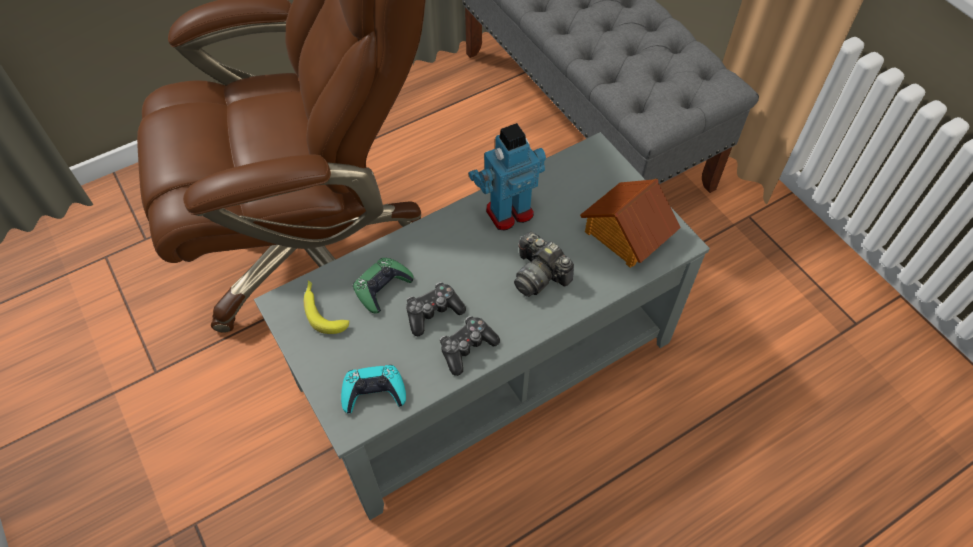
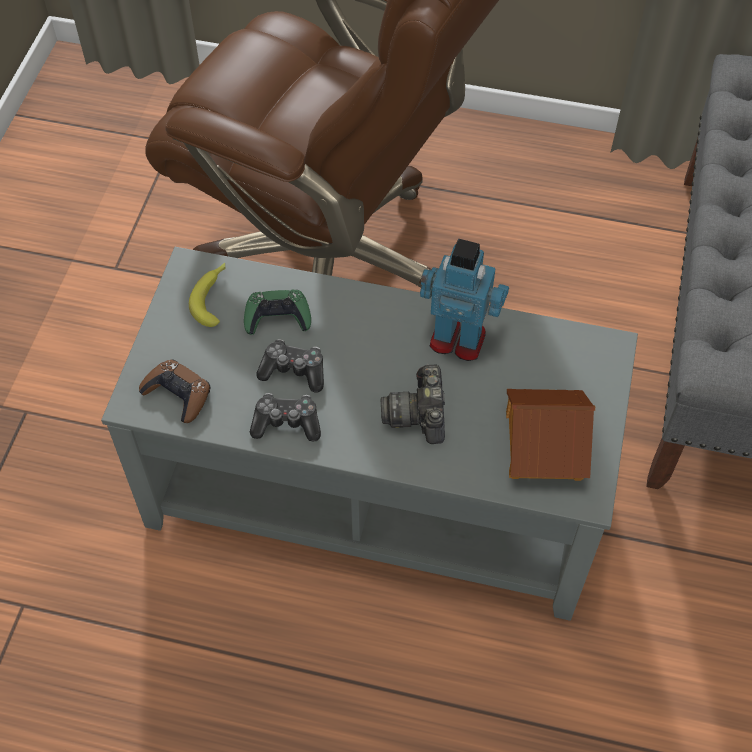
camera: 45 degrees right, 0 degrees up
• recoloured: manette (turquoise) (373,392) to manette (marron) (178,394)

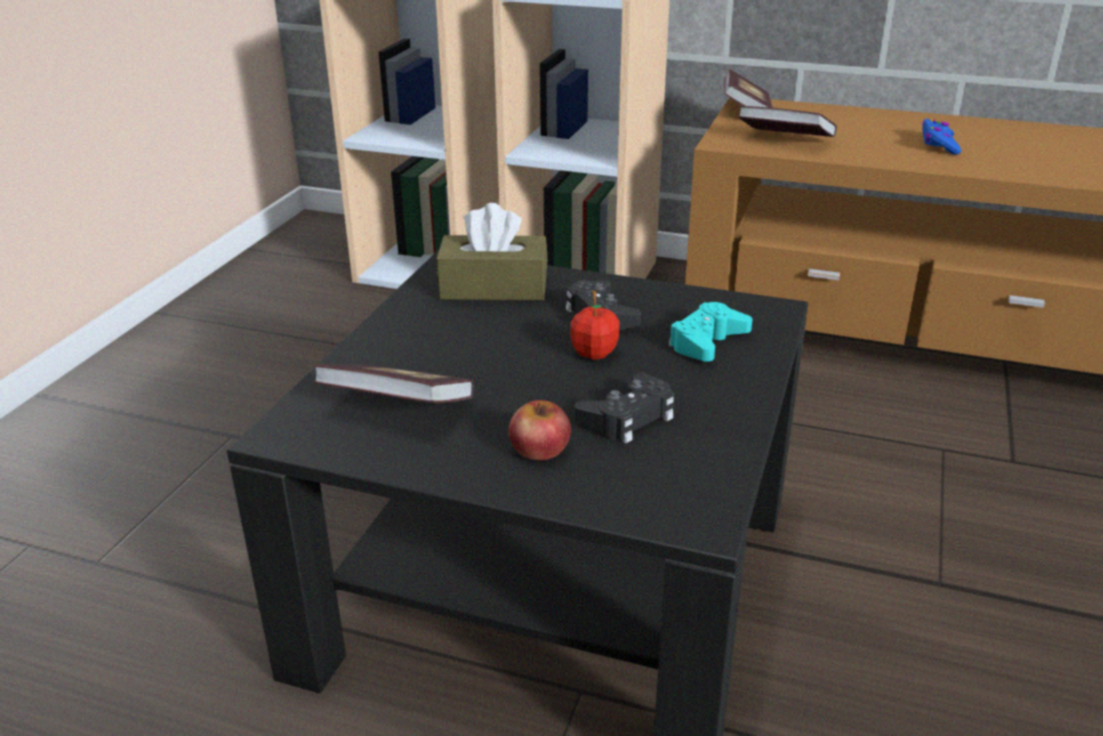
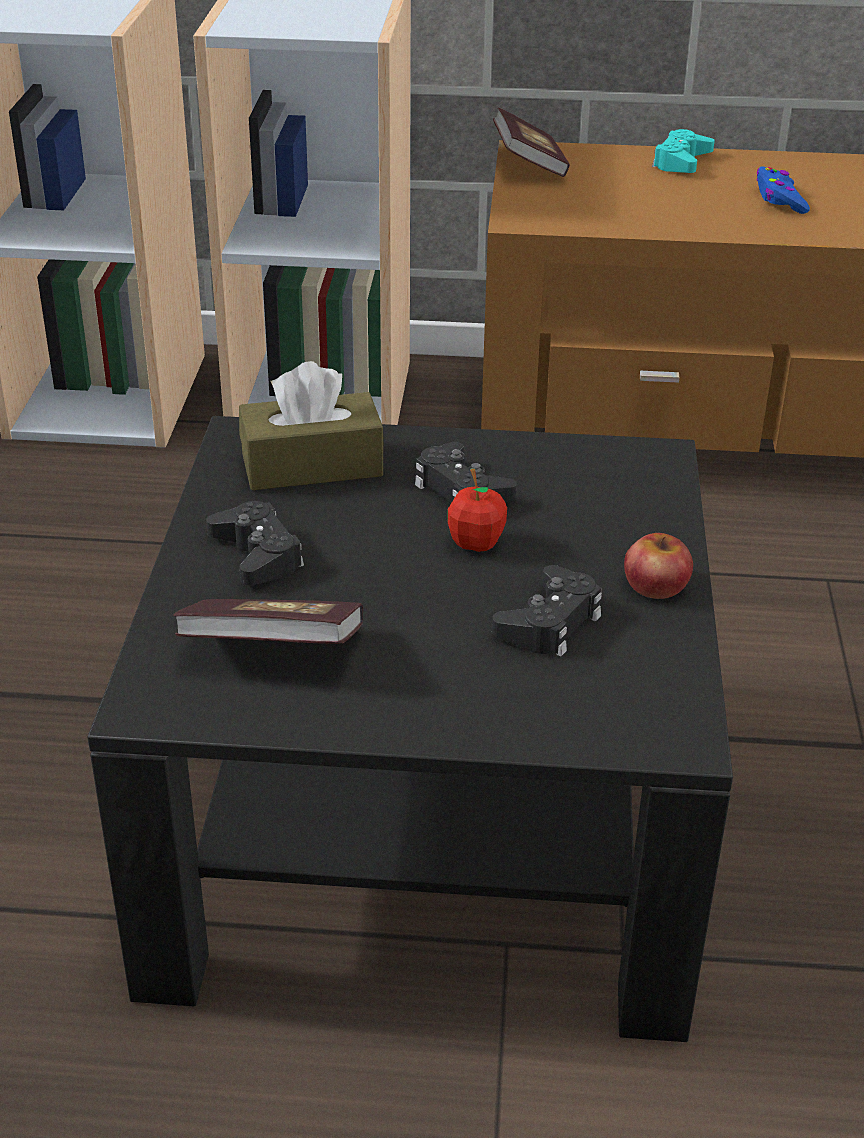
camera: 15 degrees left, 5 degrees up
• removed: livre (785,141)
• added: manette (noir) (257,554)
• moved: pomme (540,448) to (656,585)
• moved: manette (turquoise) (707,342) to (681,162)

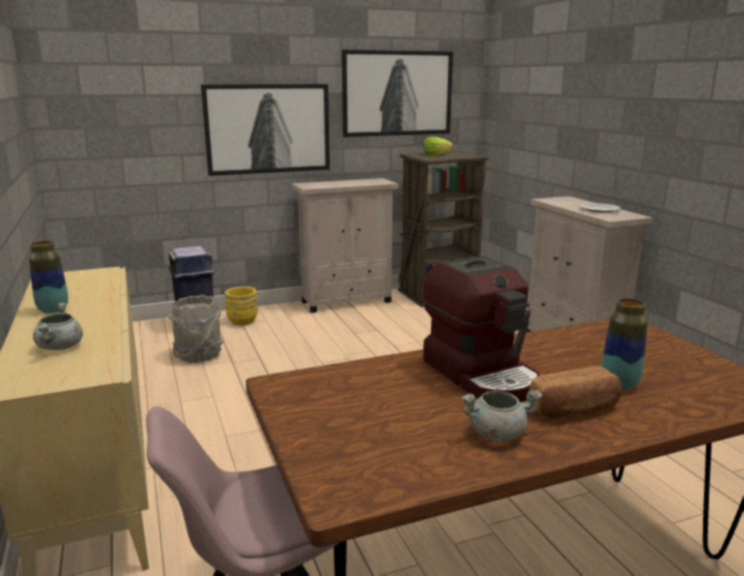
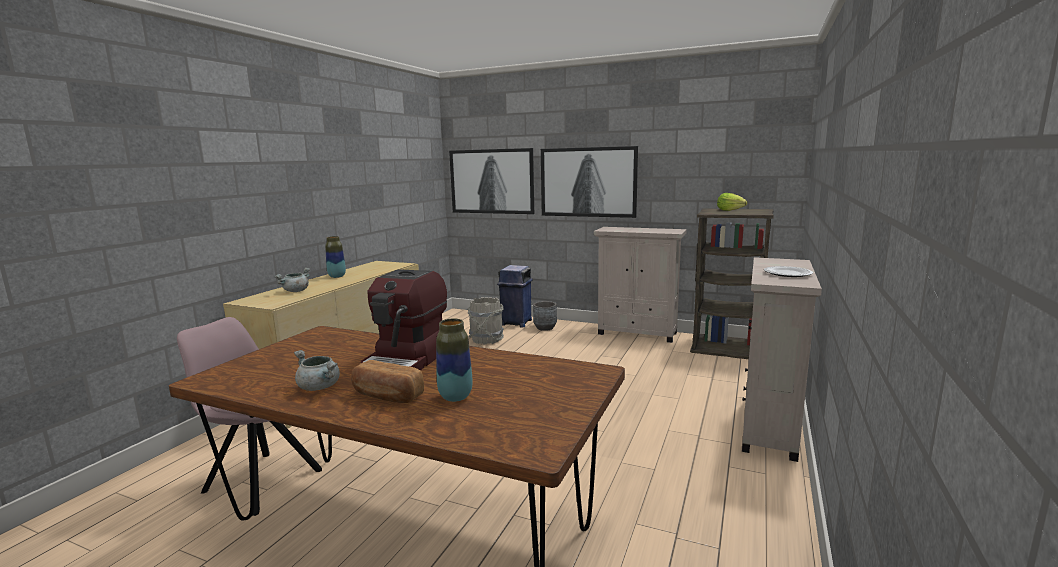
camera: 45 degrees right, 5 degrees down
• moved: tableau (397,93) to (491,181)
• recoloured: cache-pot (jaune) (242,321) to cache-pot (gris) (545,328)

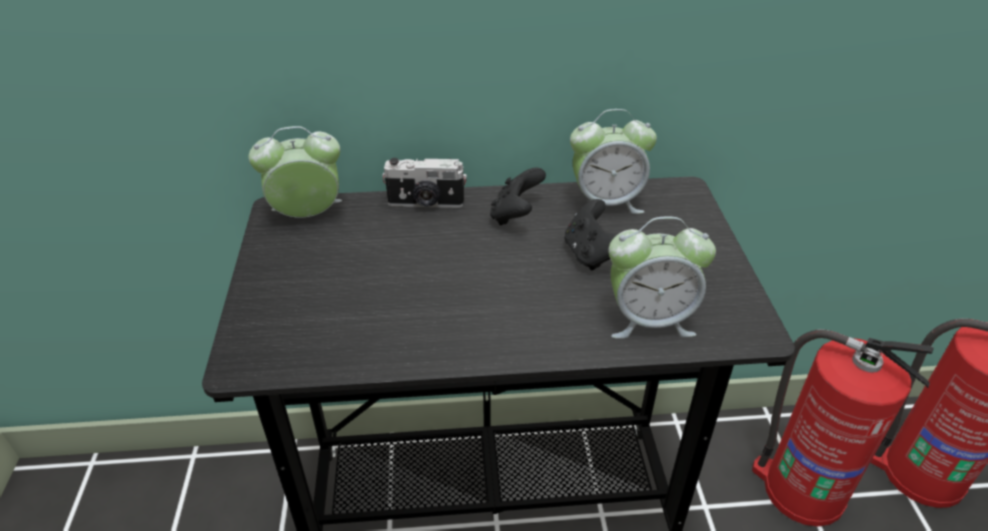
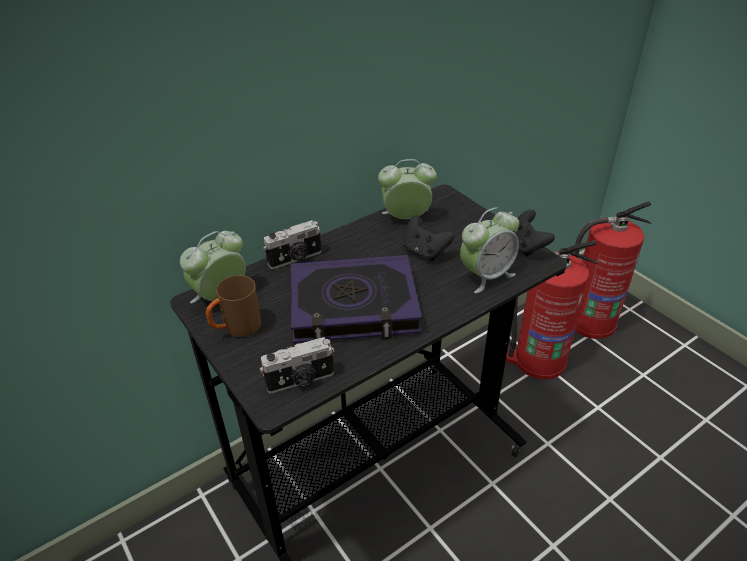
camera: 30 degrees left, 0 degrees up
• added: mug (marron) (236,329)
• added: appareil photo (301,380)
• added: livre (353,307)
• moved: manette (noir) (516,215) to (526,246)
• turned: réveil (606,203) = (406,218) 150 degrees counterclockwise

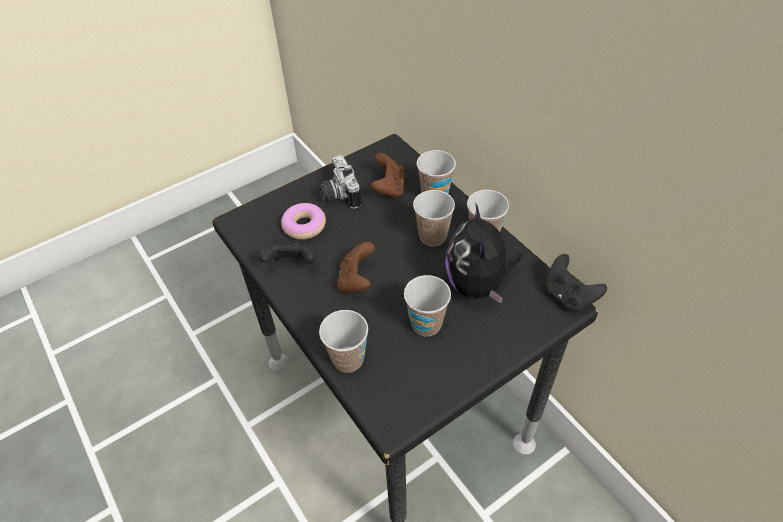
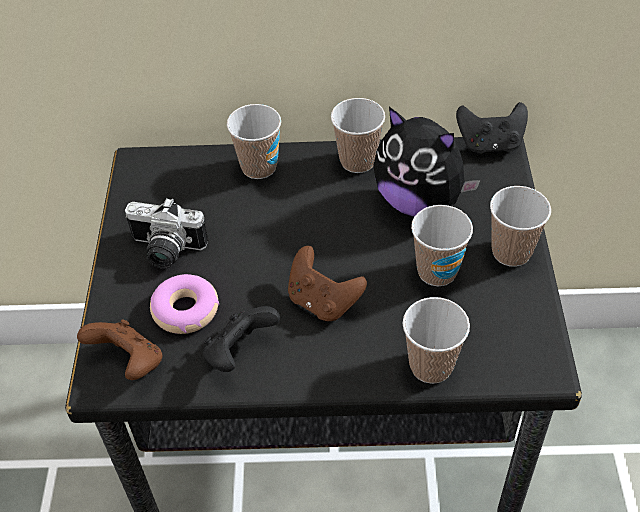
camera: 55 degrees left, 0 degrees up
• moved: manette (marron) (389,188) to (129,362)
• moved: tasse (432,236) to (511,252)

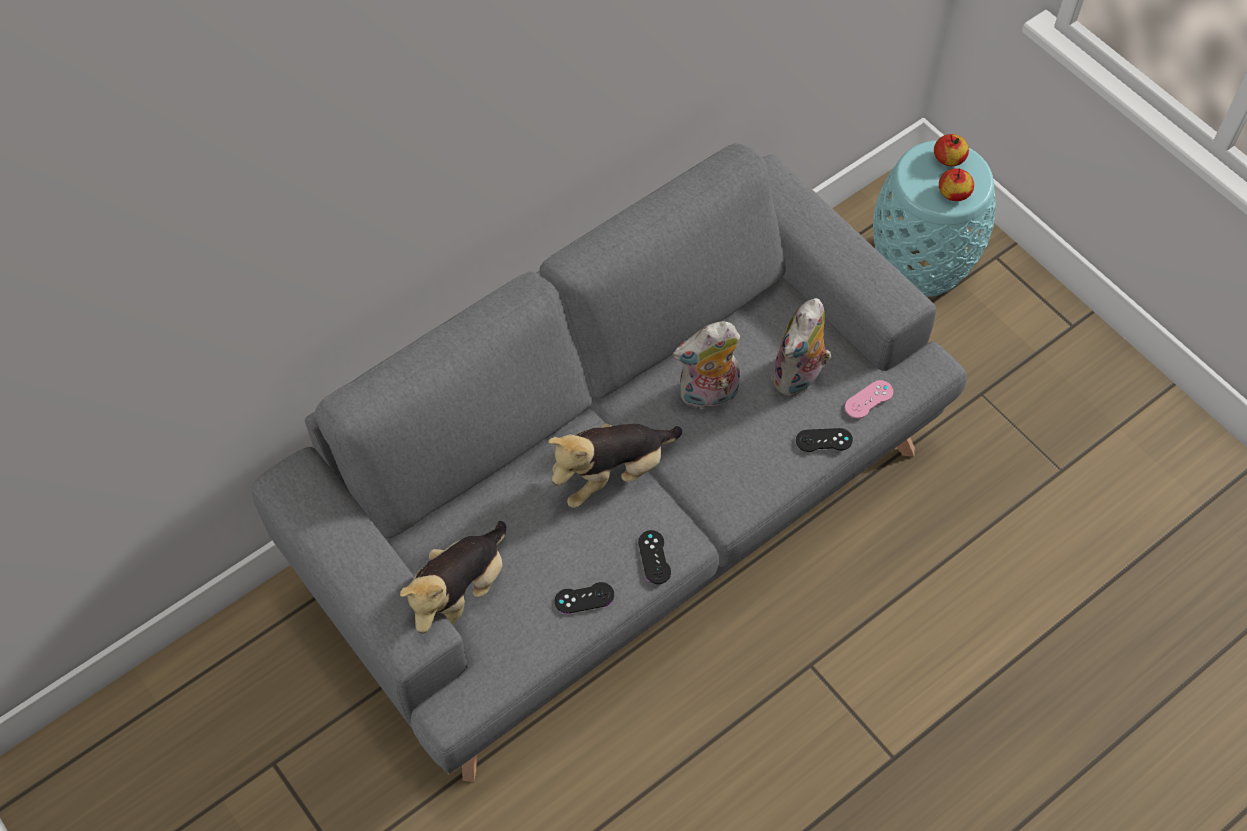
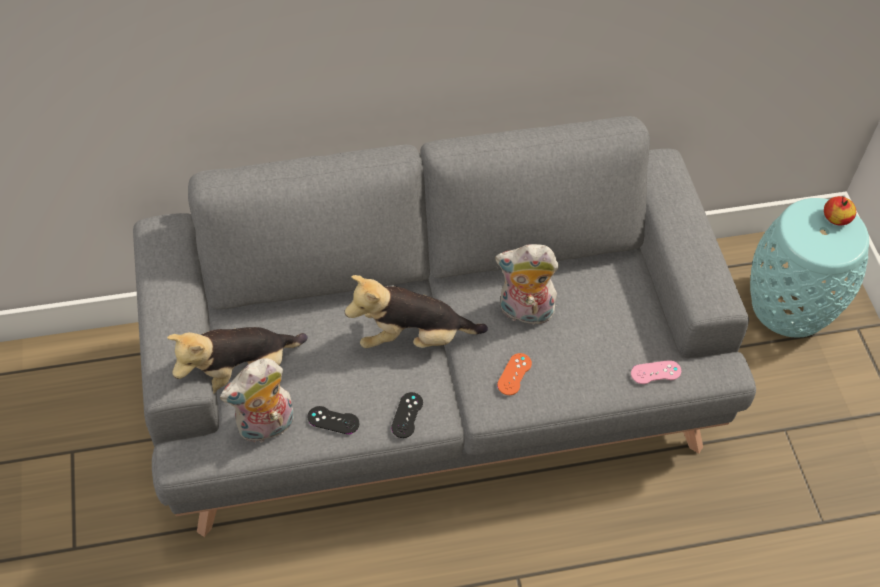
camera: 25 degrees right, 5 degrees down
• removed: manette (noir) (824,440)
• removed: pomme (954,193)
• added: manette (orange) (514,374)
• moved: peluche (799,378) to (266,428)

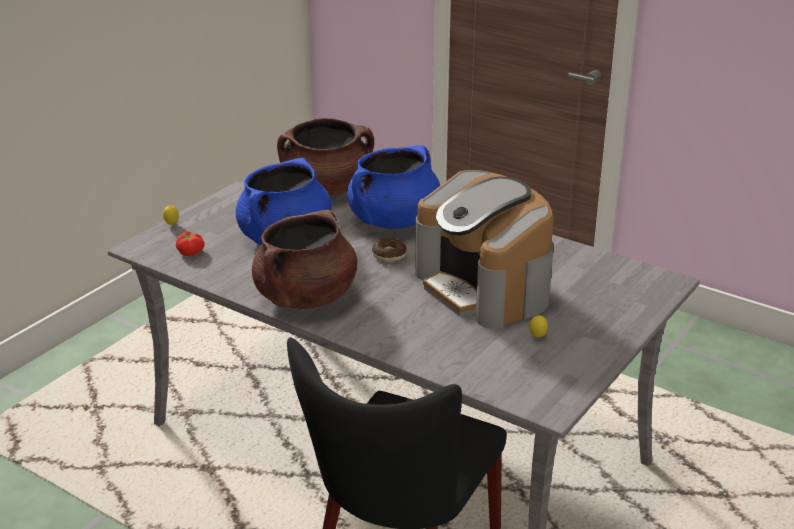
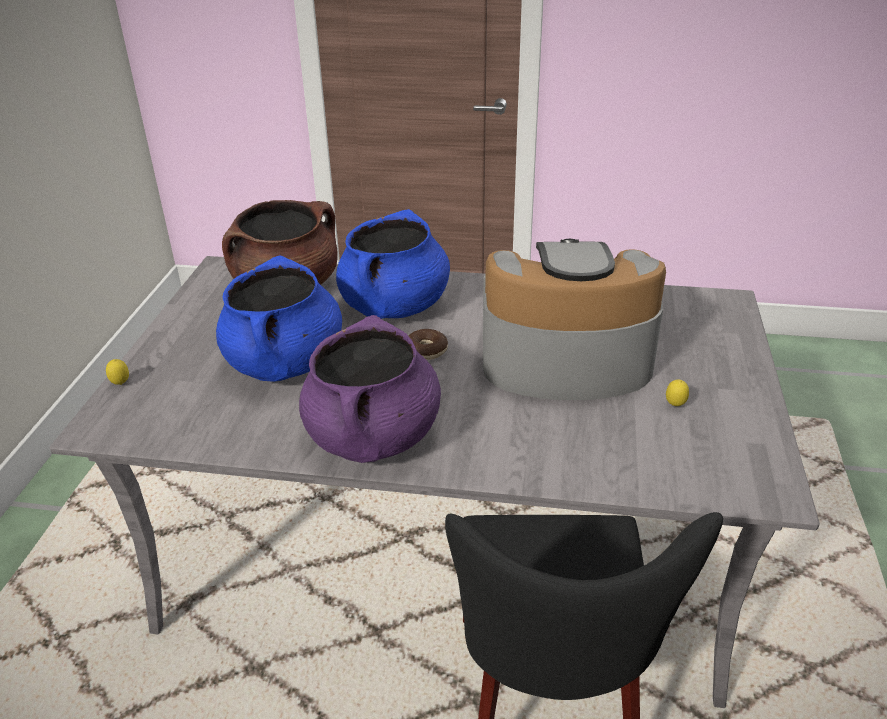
camera: 25 degrees left, 5 degrees up
• removed: tomate (191,252)
• recoloured: marmite (marron) (305,297) to marmite (violet) (373,436)
• turned: machine à café (484,287) = (564,360) 150 degrees clockwise

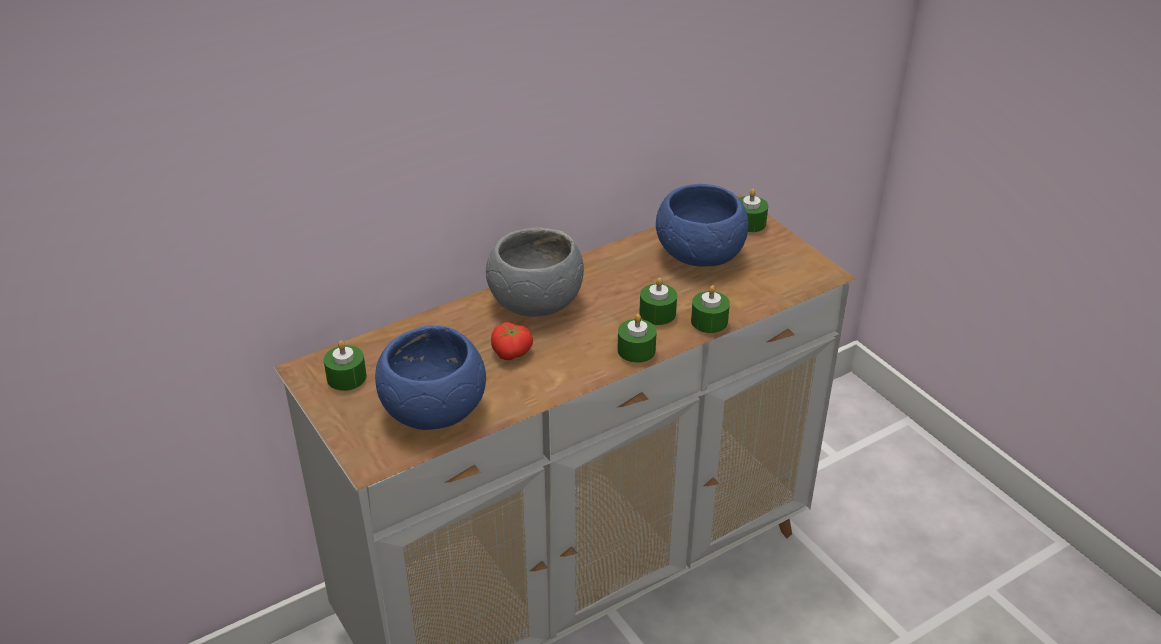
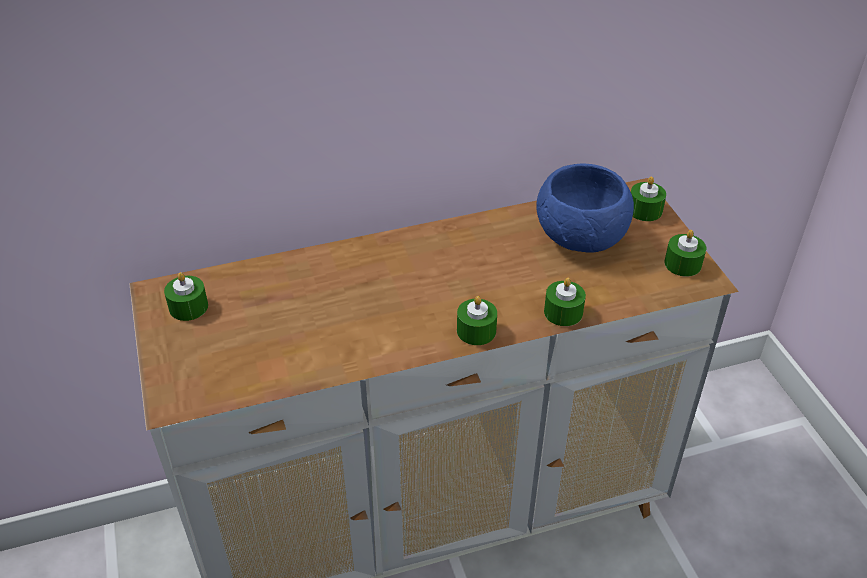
camera: 15 degrees right, 5 degrees up
• removed: bol (bleu) (434,409)
• removed: bol (gris) (536,302)
• removed: tomate (512,352)
• moved: bougie (vert) (657,313) to (682,264)

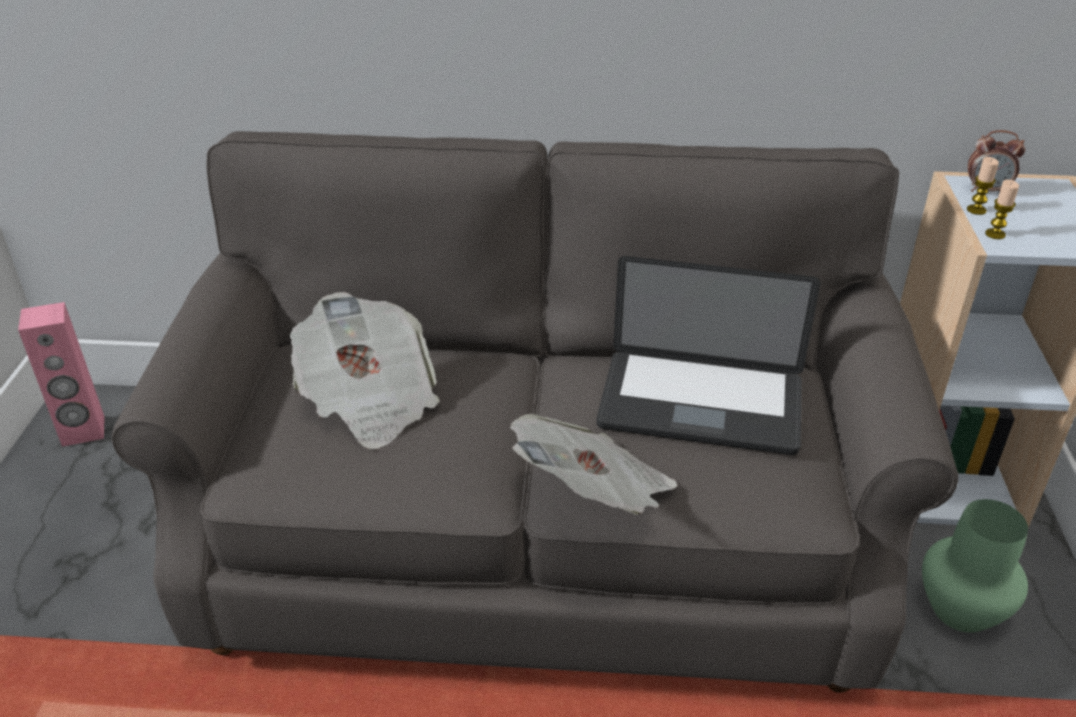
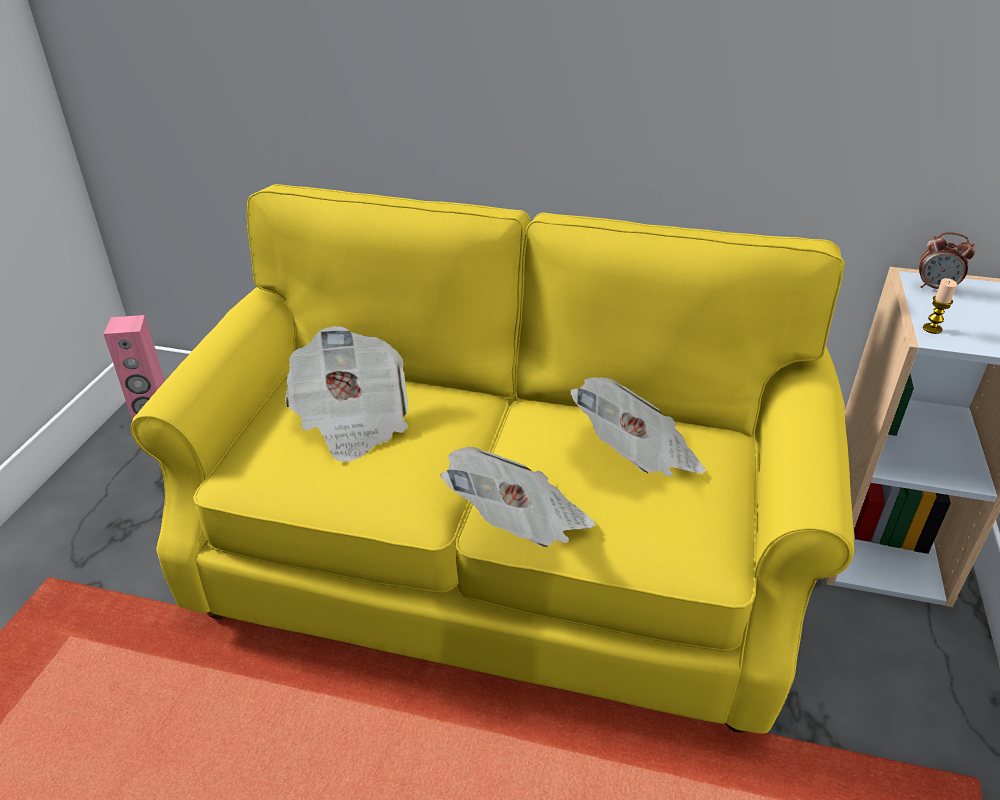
camera: 10 degrees right, 0 degrees up
• removed: vase (vert) (962,609)
• removed: bougie (976,210)
• replaced: ordinateur portable (700,404) to journal (636,456)
• recoloured: canapé (gris) (538,532) to canapé (jaune) (500,551)

